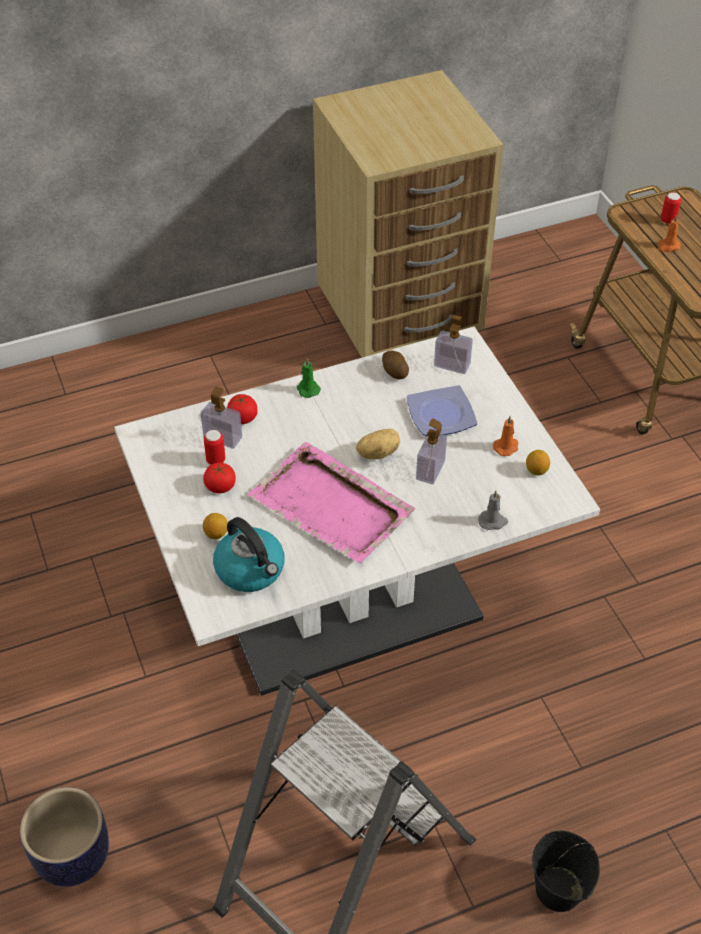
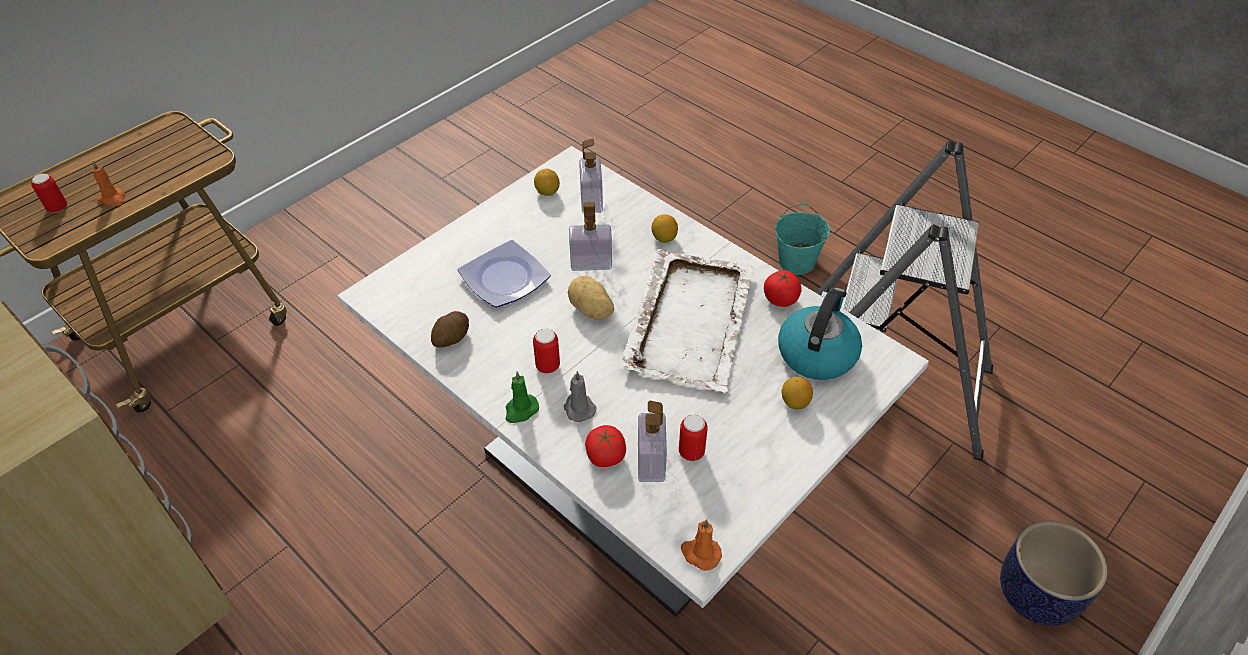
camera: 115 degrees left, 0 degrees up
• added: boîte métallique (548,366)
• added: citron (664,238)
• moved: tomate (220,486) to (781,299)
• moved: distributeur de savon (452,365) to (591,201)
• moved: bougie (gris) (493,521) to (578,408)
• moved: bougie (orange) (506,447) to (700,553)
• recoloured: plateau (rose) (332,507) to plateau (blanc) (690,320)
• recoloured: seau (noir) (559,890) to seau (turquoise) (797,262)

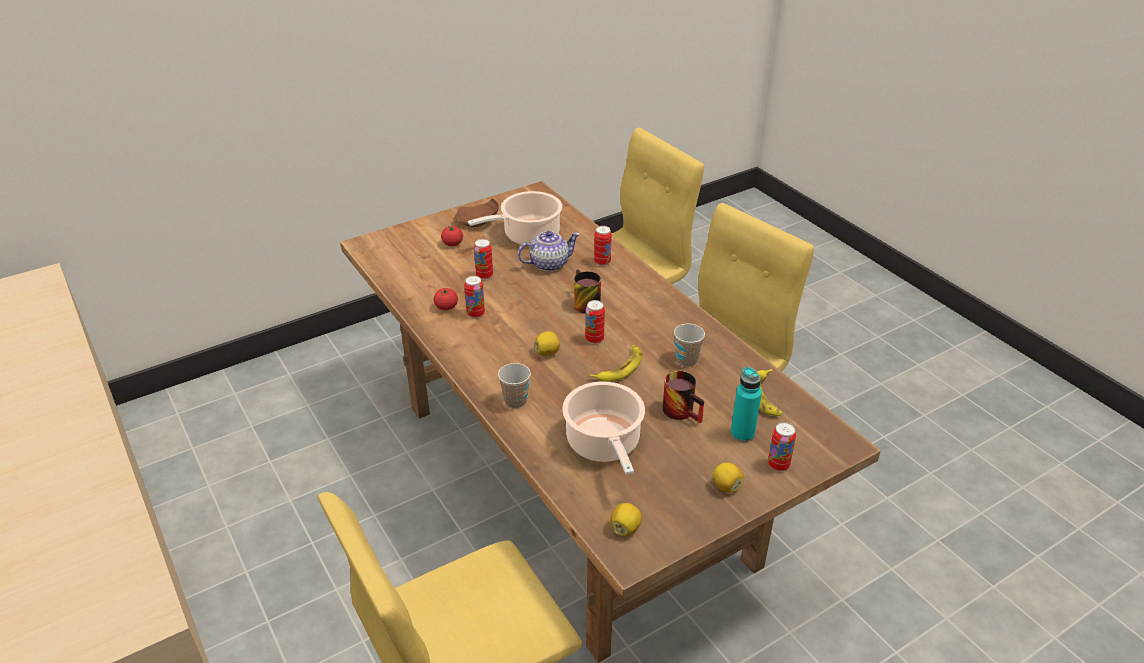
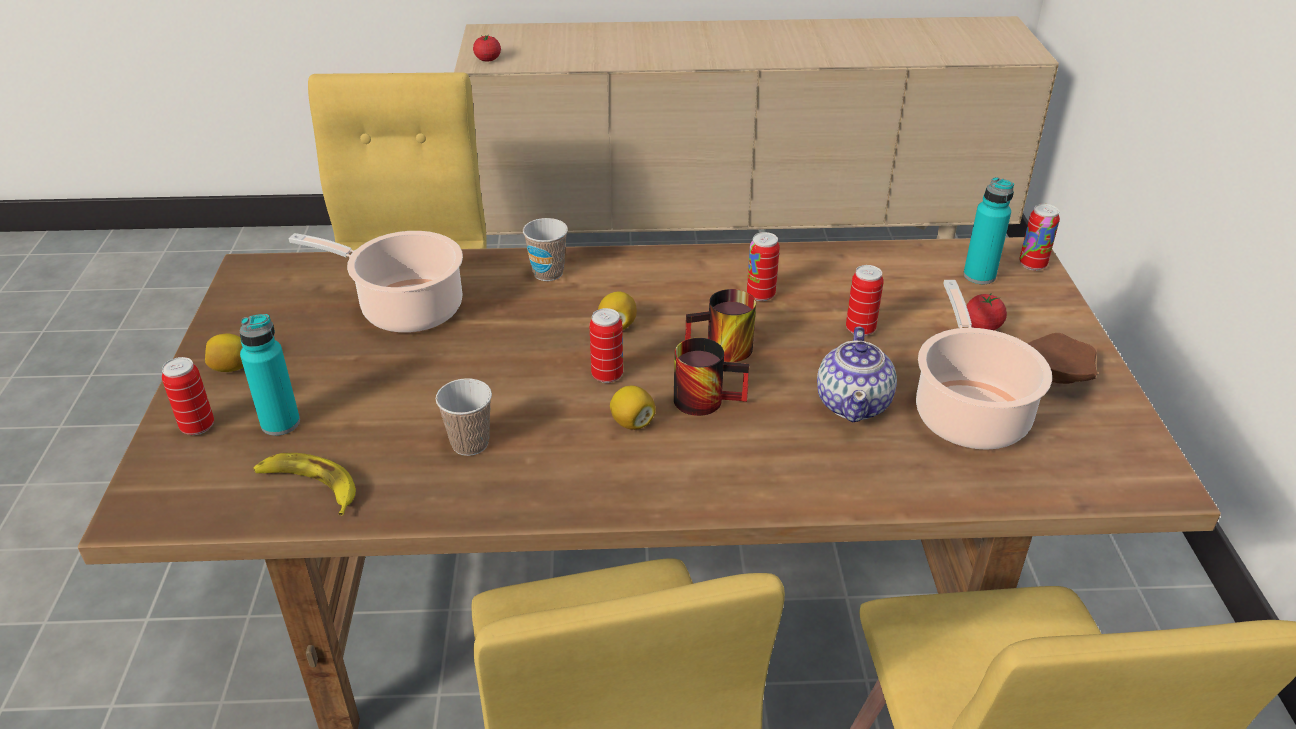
camera: 120 degrees right, 0 degrees up
• removed: banane (620,367)
• added: bouteille (turquoise) (979,276)
• moved: tomate (446,307) to (488,59)
• moved: boîte métallique (602,262) to (1032,265)
• moved: citron (625,528) to (632,423)
• moved: mug (684,411) to (722,352)

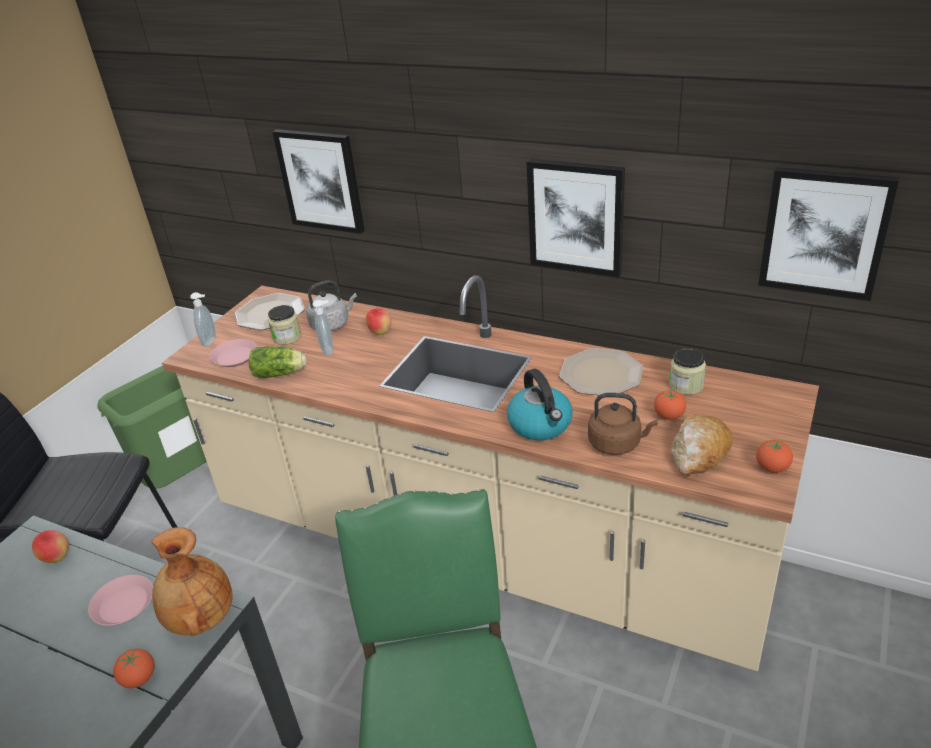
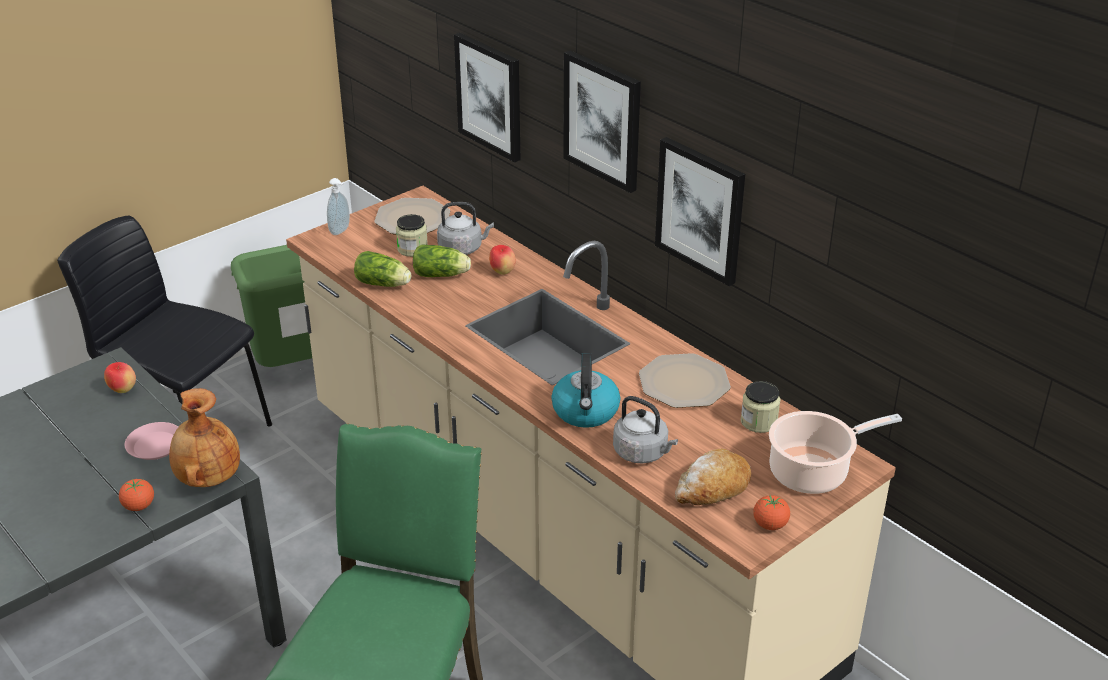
camera: 20 degrees right, 0 degrees up
• removed: assiette (rose) (235,357)
• removed: tomate (669,416)
• added: marmite (813,471)
• moved: tableau (824,233) to (603,120)
• replaced: distributeur de savon (329,350) to laitue (442,275)
• recoloured: bouilloire (marron) (617,444) to bouilloire (gris) (643,453)

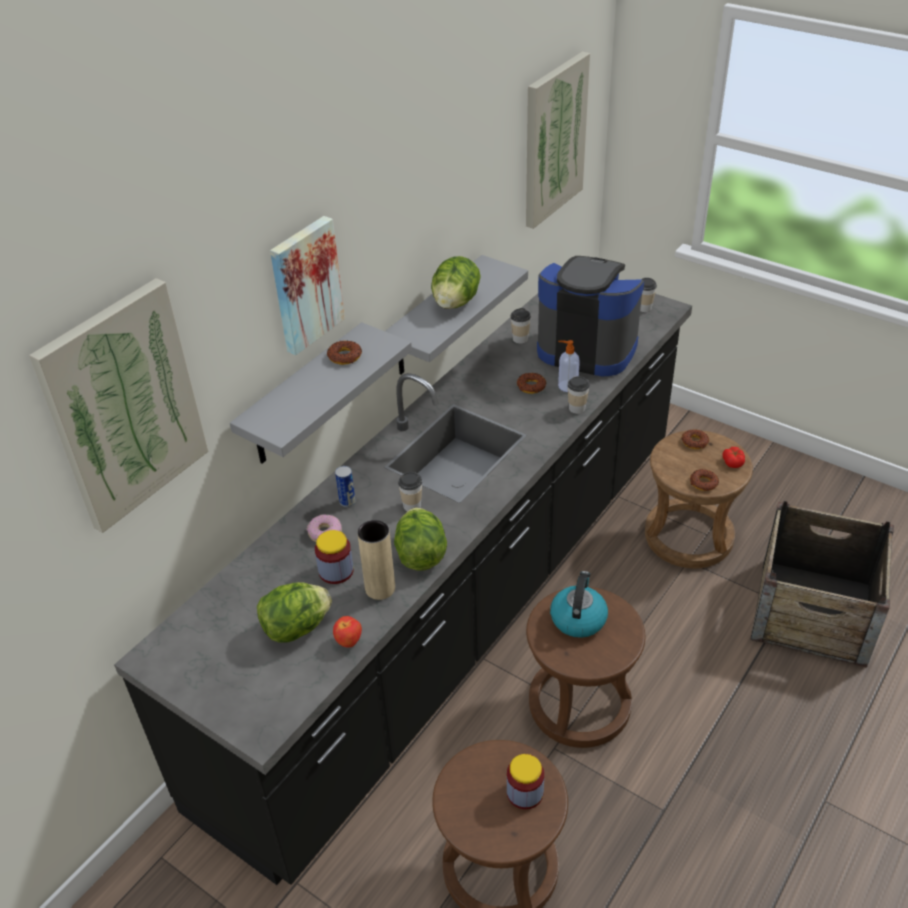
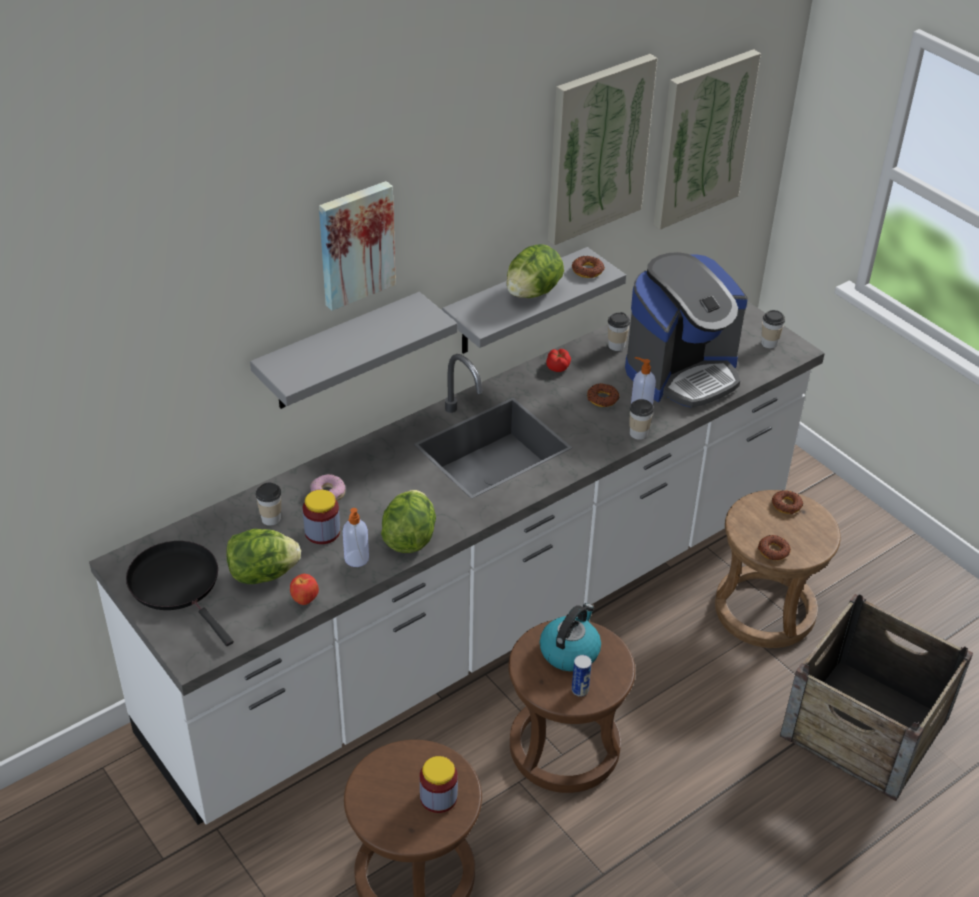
camera: 15 degrees right, 0 degrees up
• added: poêle (noir) (178,585)
• moved: tableau (124,406) to (597,149)
• moved: beignet (345,356) to (587,270)
• moved: boîte métallique (347,502) to (580,690)
• moved: tasse (412,505) to (271,518)
• moved: tomate (733,462) to (558,366)
• replaced: vase (beige) (380,588) to distributeur de savon (356,559)
• recoloured: comptoir de cuisine (noir) (460,606) to comptoir de cuisine (blanc) (484,616)
• turned: machine à café (586,348) = (682,372) 105 degrees clockwise

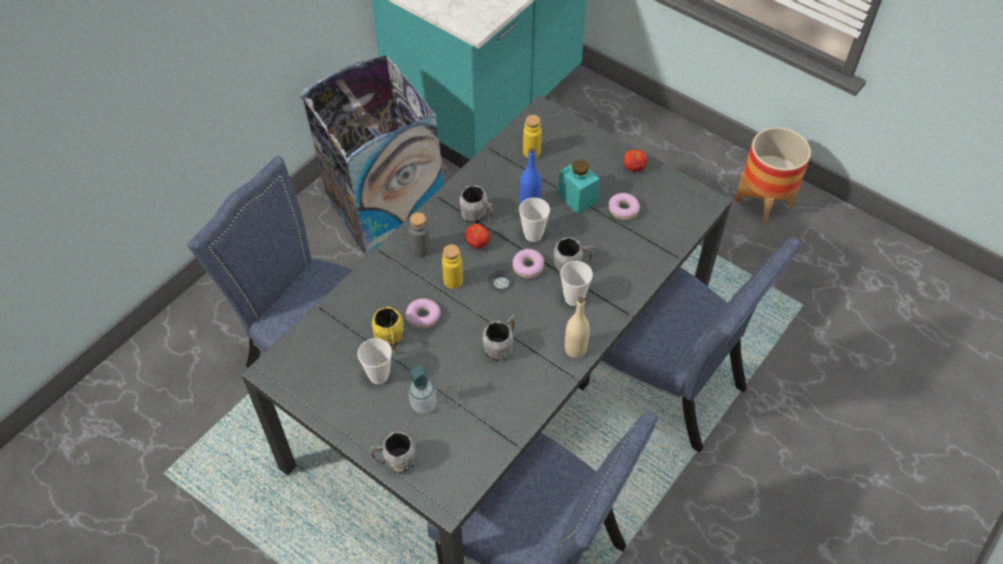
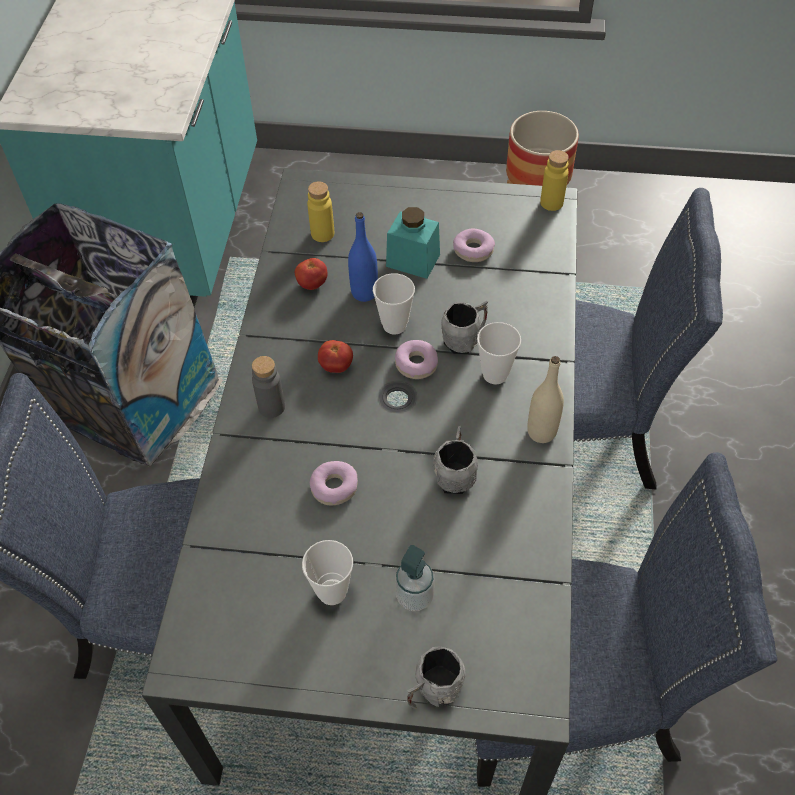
camera: 30 degrees left, 0 degrees up
• removed: mug (jaune) (390,340)
• removed: mug (gris) (477,216)
• moved: bouteille (jaune) (453,281) to (551,203)
• moved: tomate (634,168) to (312,284)

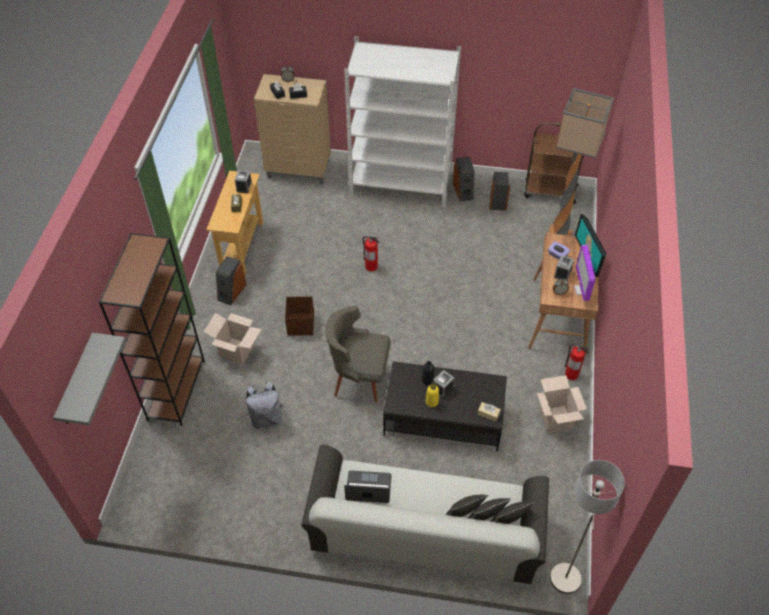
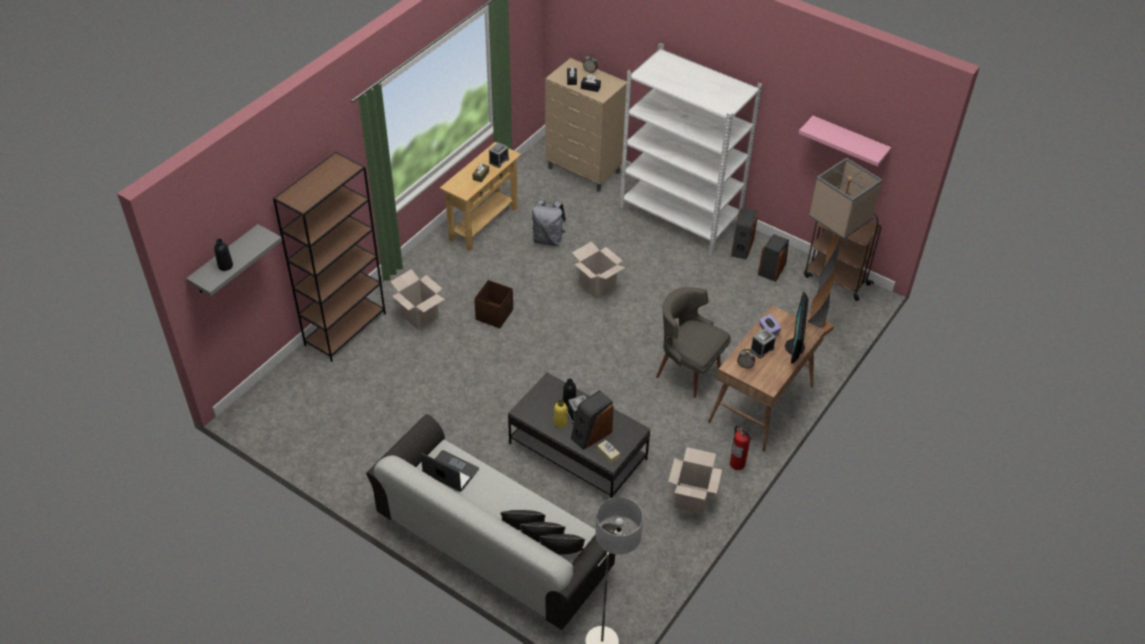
camera: 25 degrees right, 5 degrees down
• removed: écran d'ordinateur (581,290)
• added: bouteille (noir) (225,266)
• added: étagère (rose) (849,141)
• moved: enceinte (231,292) to (591,434)
• moved: sac à dos (gris) (266,417) to (548,239)
• moved: chaise (gris) (360,380) to (688,373)
• replaced: extincteur (371,266) to carton (597,286)

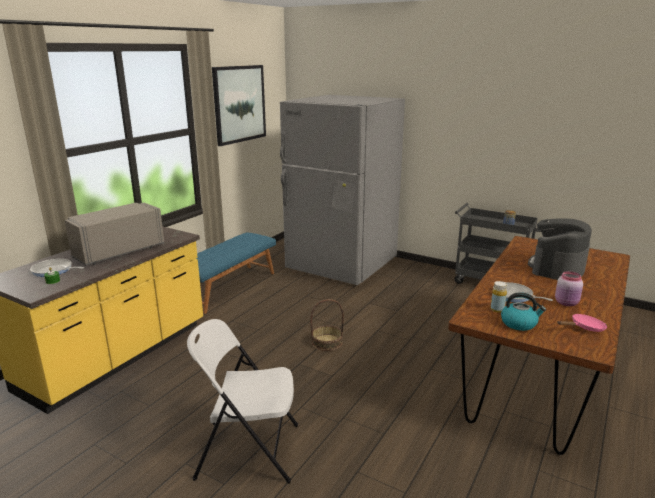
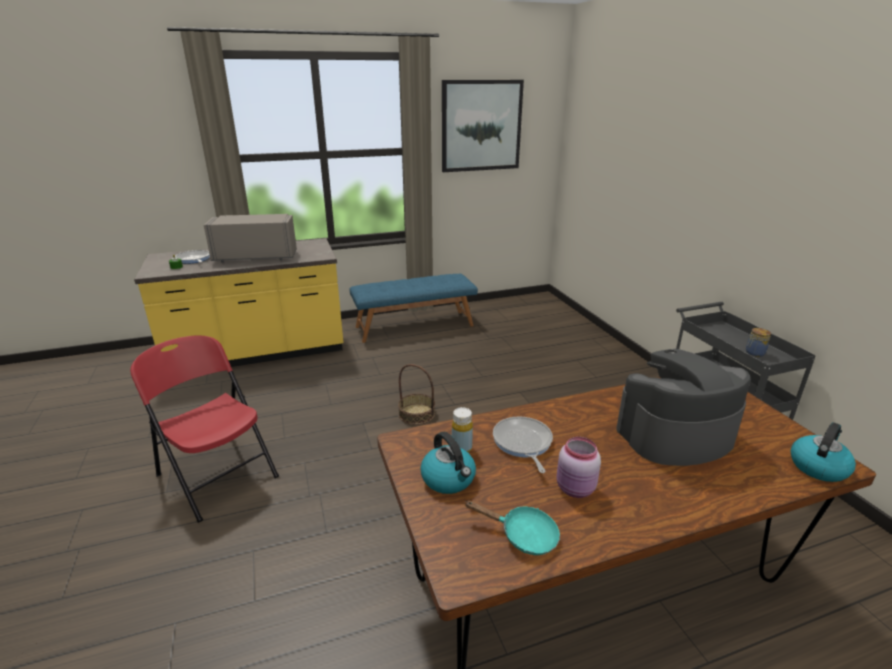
camera: 40 degrees right, 5 degrees up
• removed: réfrigérateur (gris) (342,263)
• added: bouilloire (818,466)
• recoloured: chaise (blanc) (249,450) to chaise (rouge) (218,476)
• recoloured: poêle (rose) (584,328) to poêle (turquoise) (523,535)

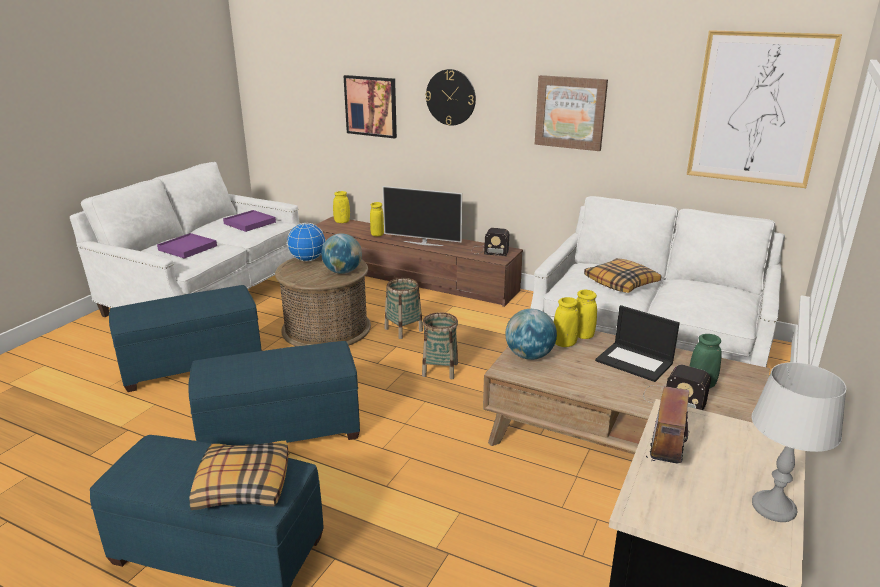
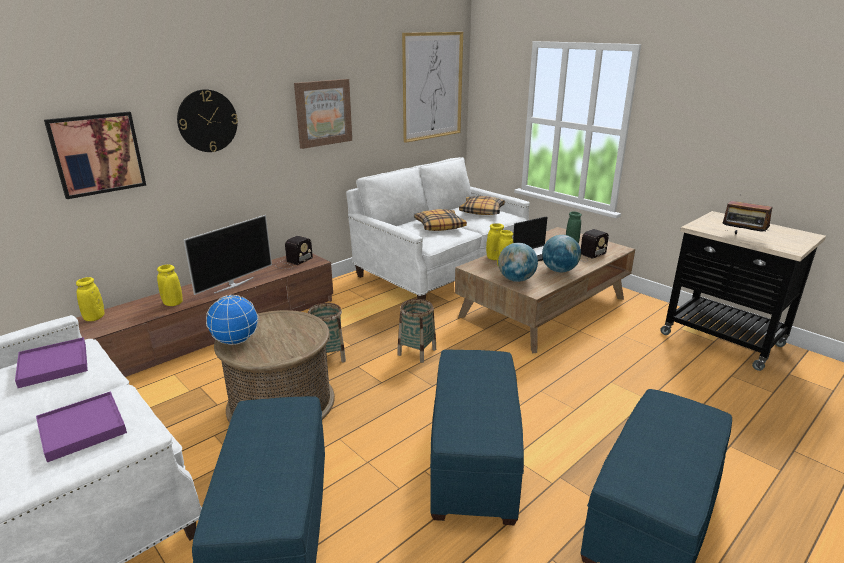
camera: 70 degrees left, 0 degrees up
• removed: lampe de table (gris) (773,508)
• moved: coussin (242,485) to (481,211)
• moved: globe (343,272) to (559,270)

